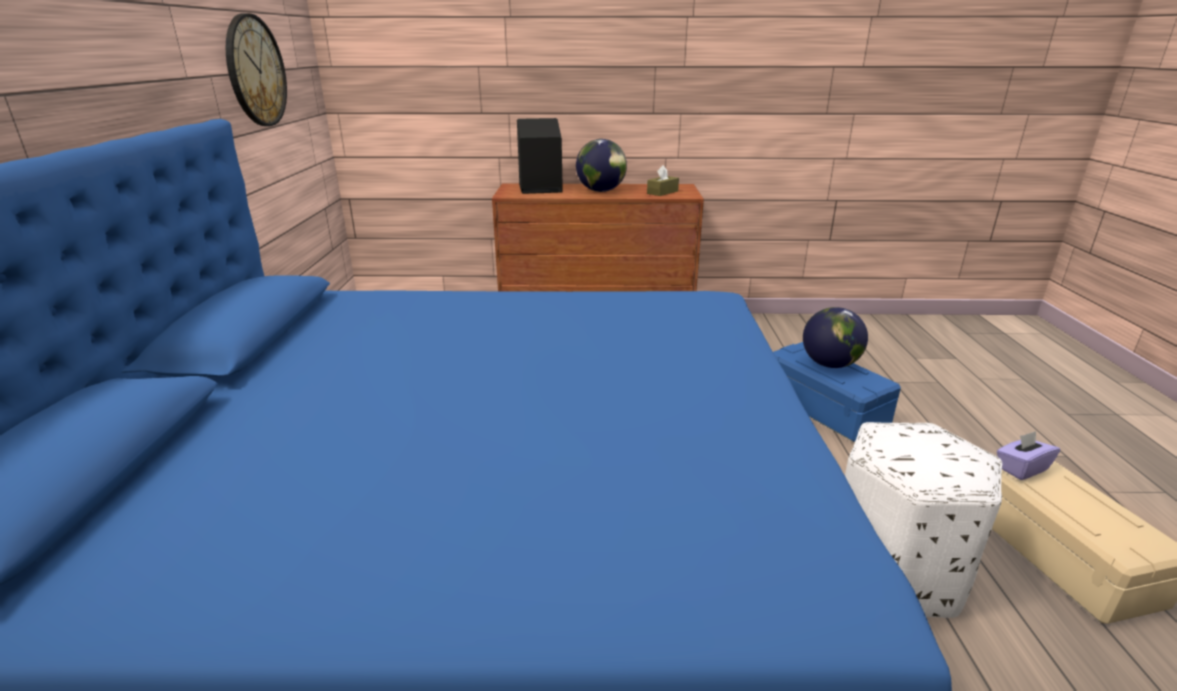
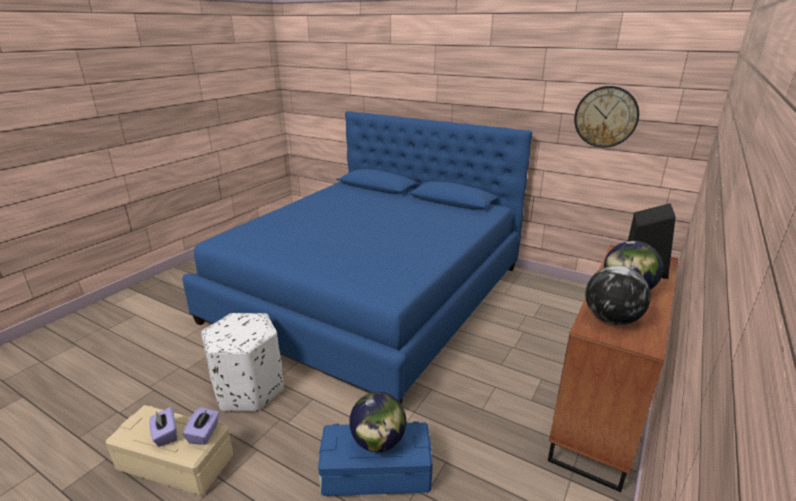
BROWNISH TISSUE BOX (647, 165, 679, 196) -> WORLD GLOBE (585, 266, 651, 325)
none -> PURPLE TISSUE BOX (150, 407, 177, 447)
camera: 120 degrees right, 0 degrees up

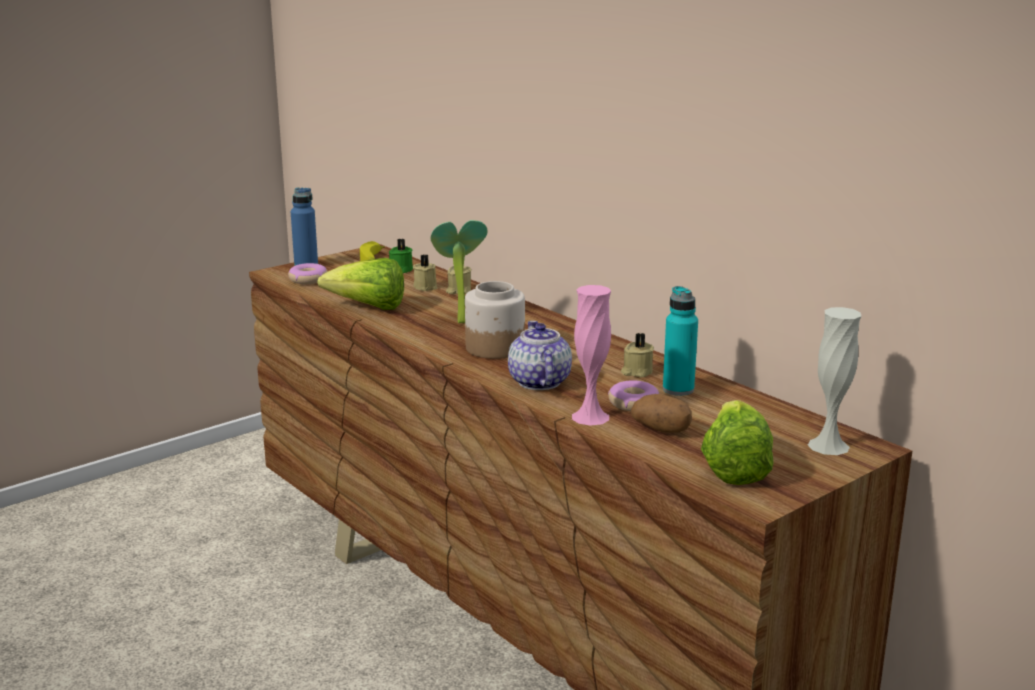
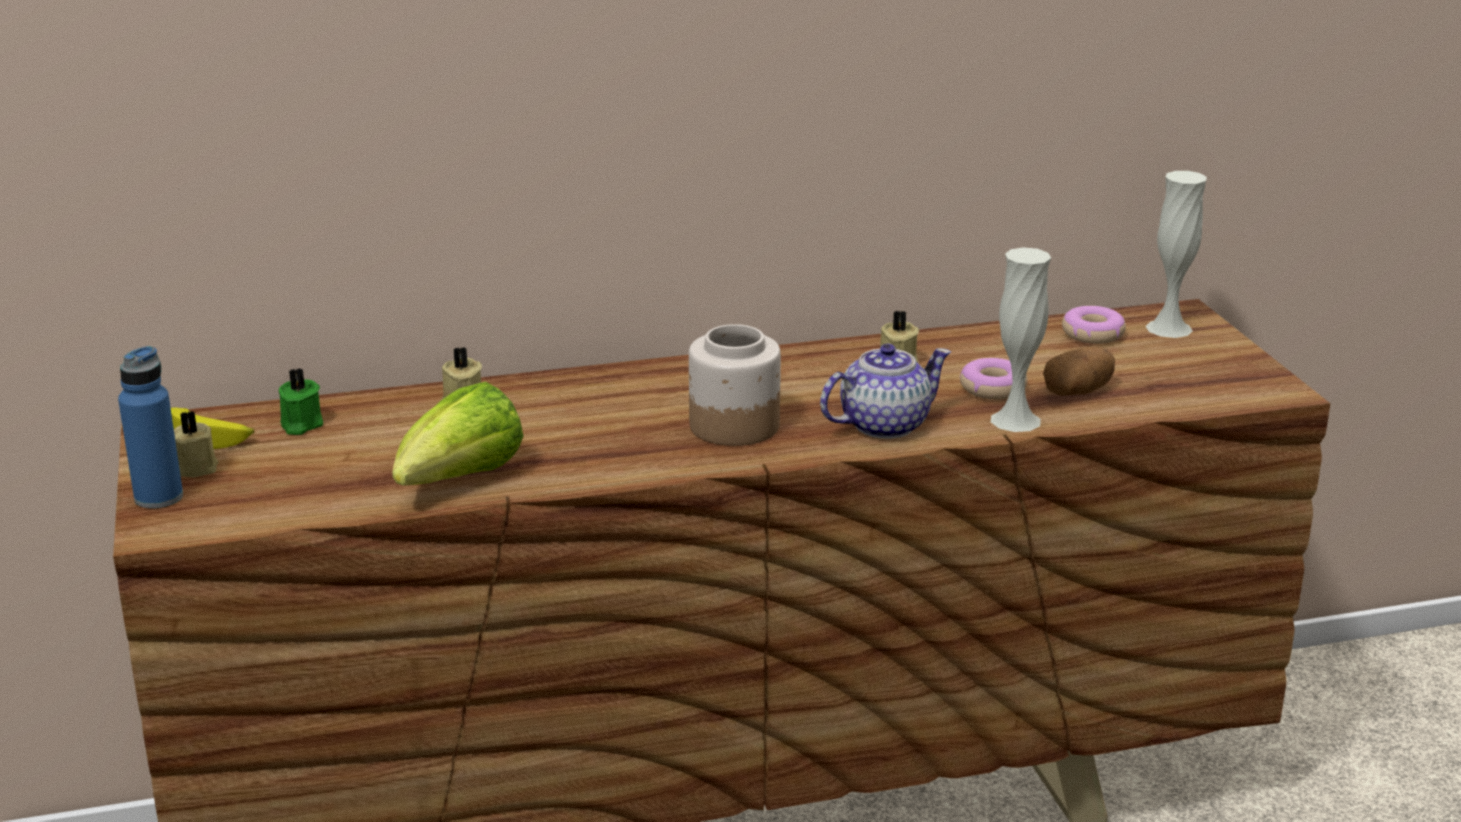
PLANT IN A POT (431, 220, 488, 323) -> none
BEIGE-COLOURED CANDLE (413, 255, 437, 291) -> BEIGE-COLOURED CANDLE (174, 411, 218, 477), moved
RING DOUGHNUT (288, 263, 328, 284) -> RING DOUGHNUT (1062, 306, 1126, 344), moved
PINKISH FLOWER VASE (572, 285, 611, 426) -> WHITISH FLOWER VASE (991, 247, 1051, 432)
TURQUOISE-COLOURED DRINK BOTTLE (663, 286, 698, 396) -> none
TEAPOT (508, 321, 572, 390) -> TEAPOT (820, 344, 951, 439), 135 degrees clockwise
HEAD OF LETTUCE (701, 400, 774, 485) -> none
camera: 65 degrees left, 5 degrees up

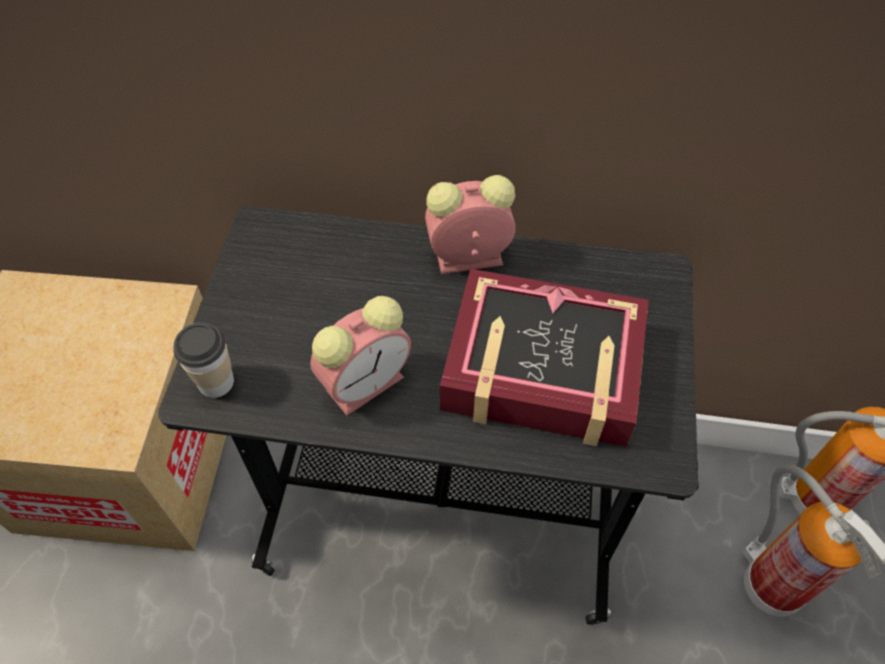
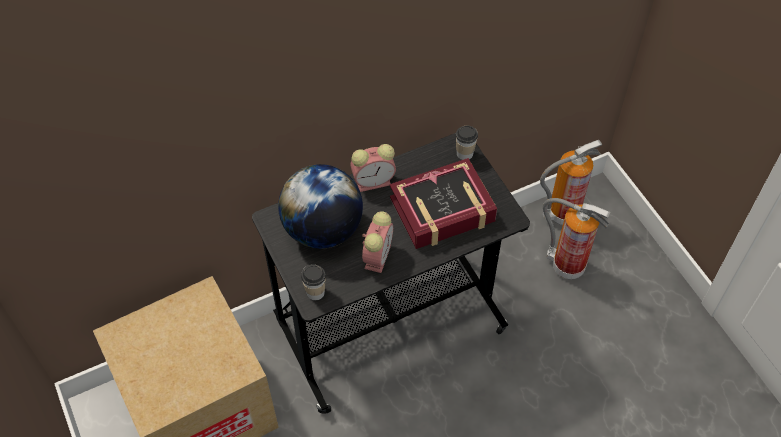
TABLE CLOCK (425, 175, 516, 274) -> TABLE CLOCK (350, 144, 396, 192), 150 degrees counterclockwise
none -> SMALL CUP (456, 126, 478, 160)
none -> WORLD GLOBE (278, 164, 363, 249)
camera: 35 degrees left, 0 degrees up

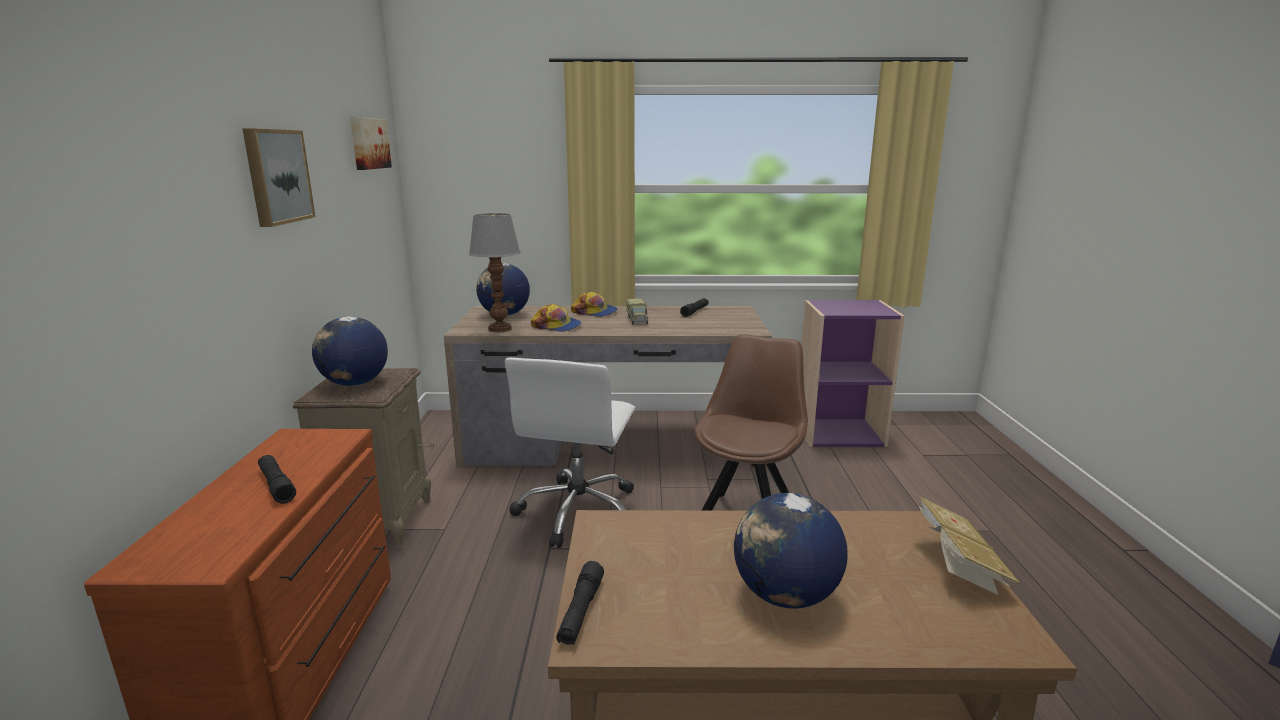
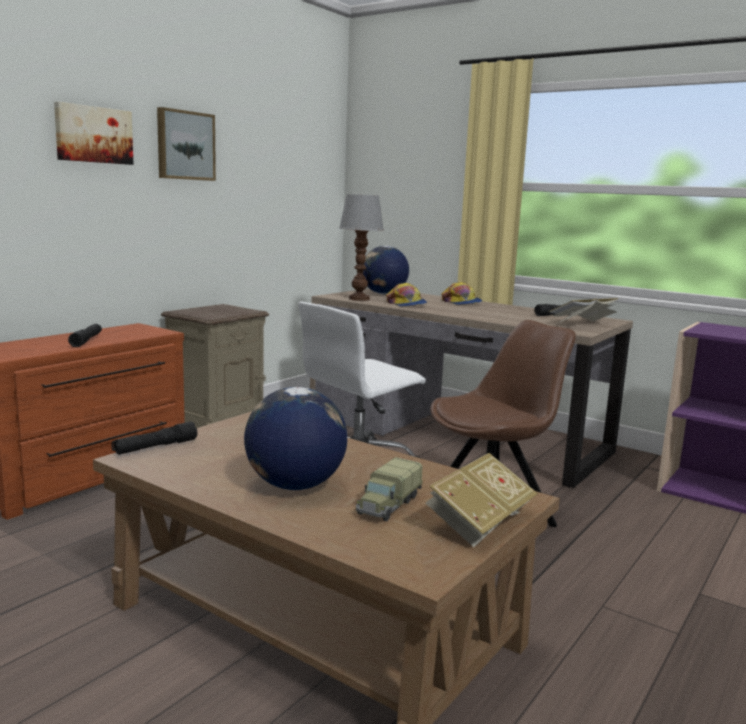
PICTURE (350, 117, 392, 170) -> PICTURE (54, 102, 134, 165), moved
TOY LORRY (626, 298, 648, 325) -> TOY LORRY (355, 457, 423, 521), moved
WORLD GLOBE (312, 316, 388, 386) -> none
none -> BOOK (548, 298, 619, 323)
camera: 35 degrees right, 5 degrees down

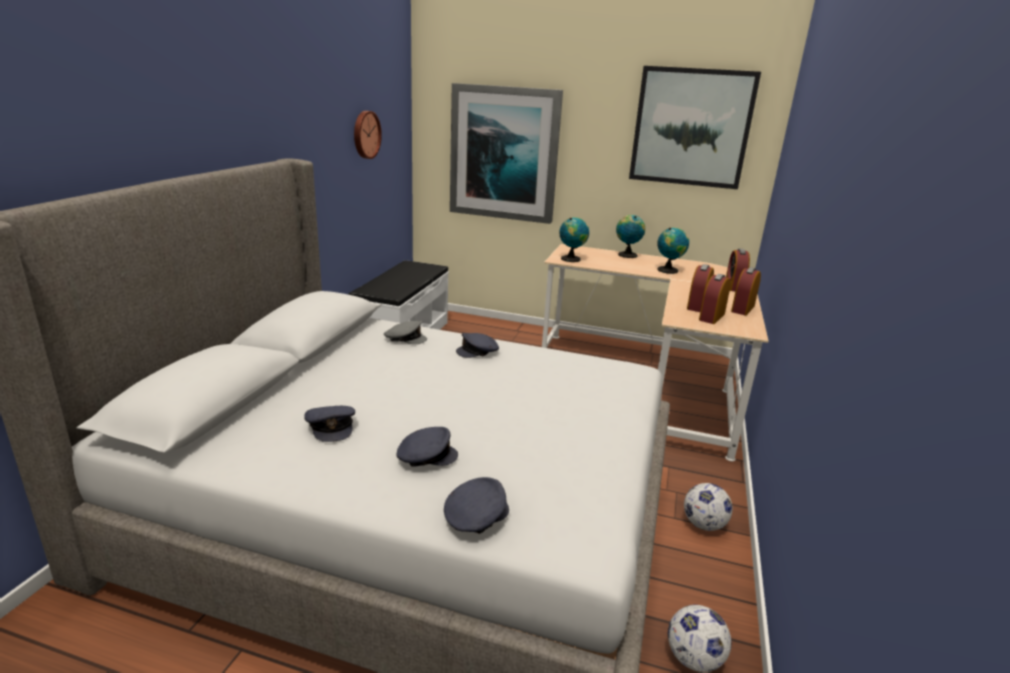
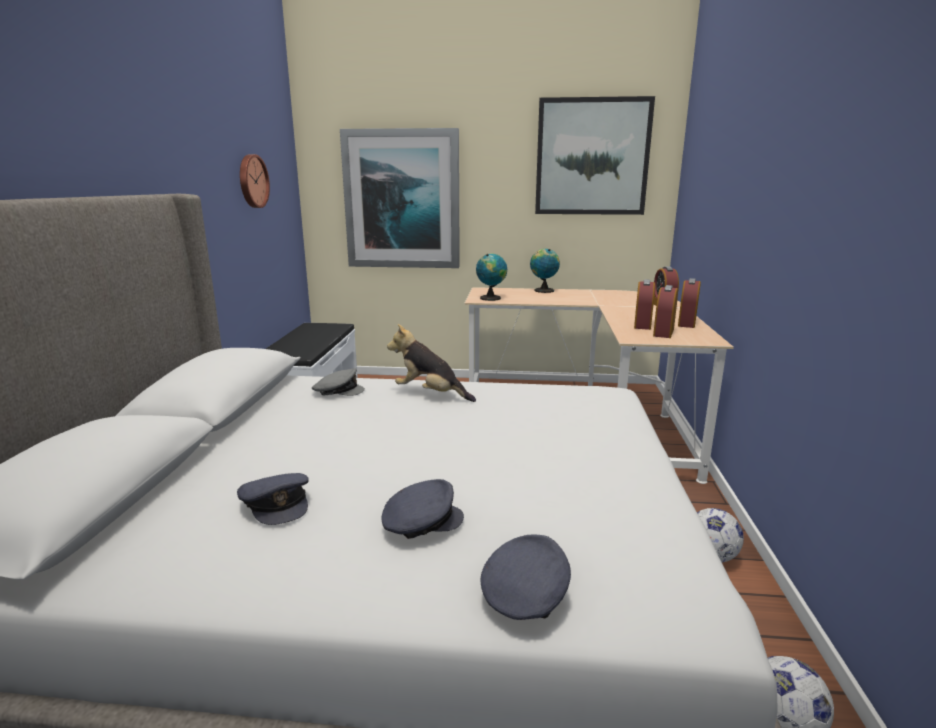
WORLD GLOBE (657, 227, 689, 274) -> none
GREYISH CAP (456, 333, 499, 358) -> SOFT TOY (387, 324, 476, 402)
camera: 10 degrees left, 5 degrees down

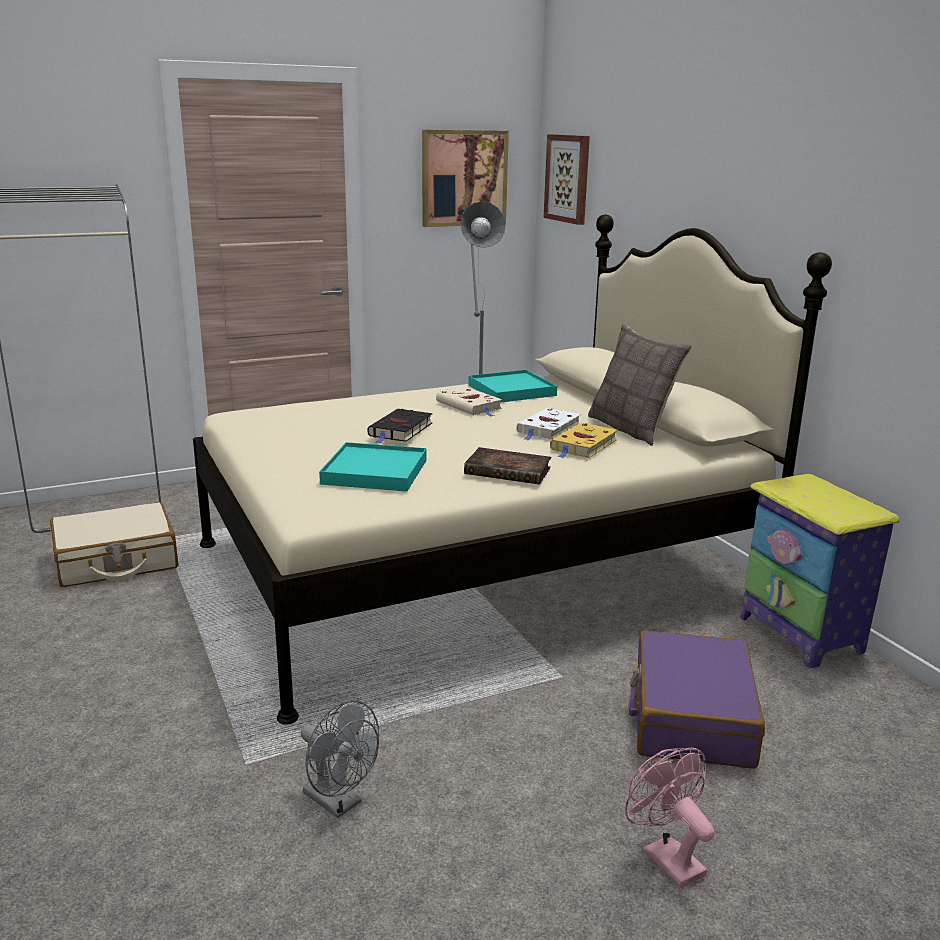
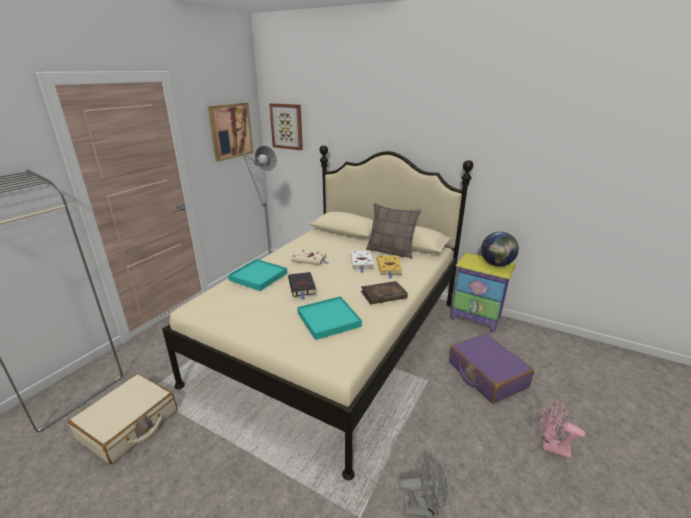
TURQUOISE-COLOURED SERVING TRAY (468, 370, 557, 403) -> TURQUOISE-COLOURED SERVING TRAY (228, 259, 287, 291), moved
none -> WORLD GLOBE (481, 232, 519, 266)
camera: 35 degrees left, 5 degrees up

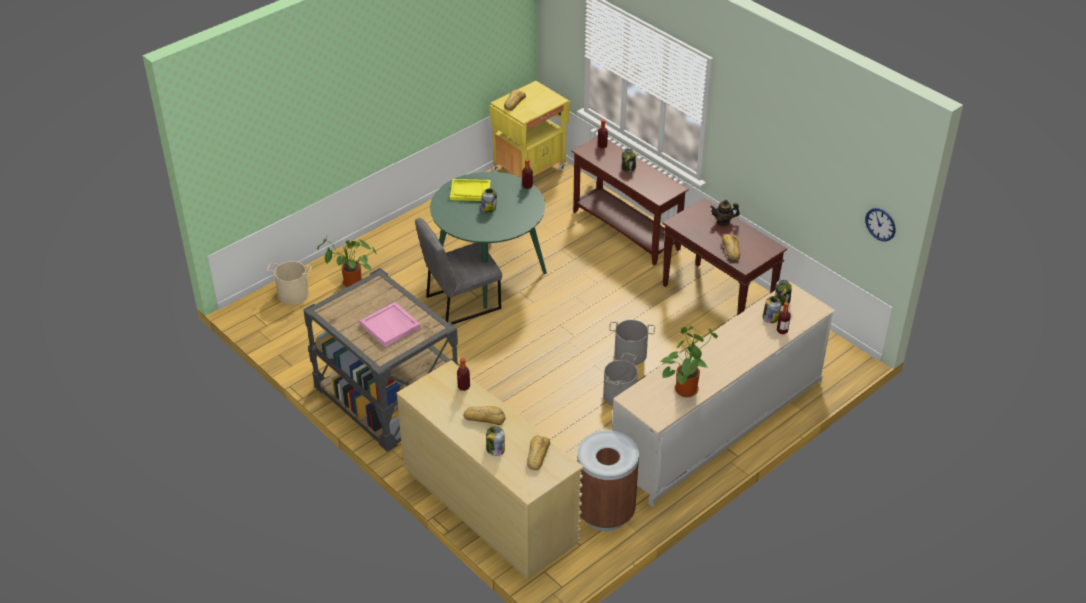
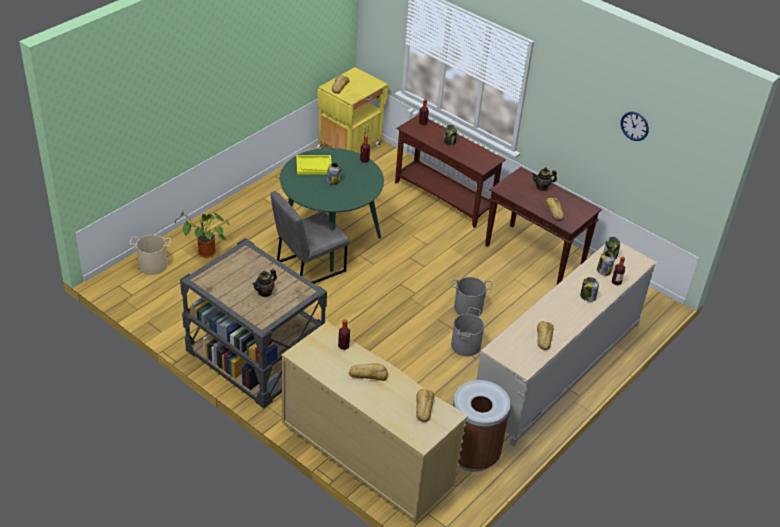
HANGING CLOCK (865, 208, 896, 241) -> HANGING CLOCK (620, 112, 649, 141), moved
PINKISH SERVING TRAY (360, 302, 421, 347) -> TEAPOT (253, 269, 277, 297)
PLANT IN A POT (660, 326, 718, 397) -> BAKERY BREAD (537, 321, 554, 350)
JAR (486, 426, 505, 456) -> JAR (580, 277, 599, 302), moved
camera: 10 degrees left, 0 degrees up

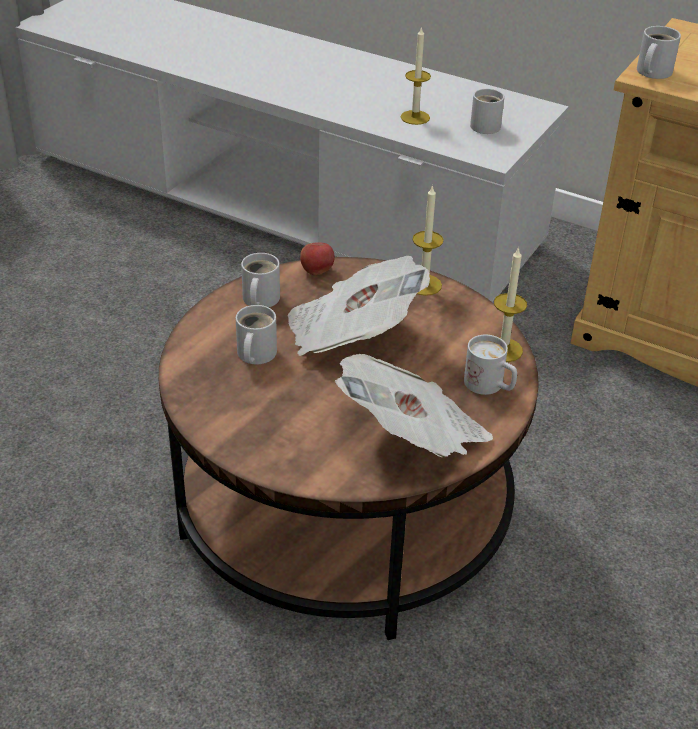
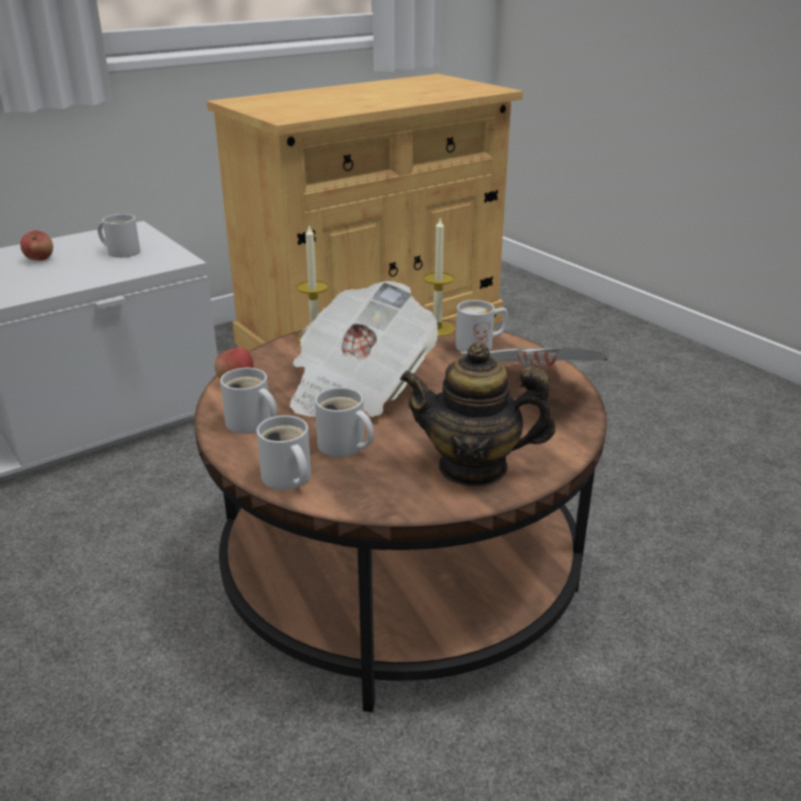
CANDLE (401, 26, 431, 125) -> none
WHITISH MUG (637, 26, 681, 79) -> WHITISH MUG (256, 415, 311, 490), moved
none -> WHOLE APPLE (20, 231, 53, 261)
none -> TEAPOT (400, 342, 555, 487)
camera: 65 degrees left, 10 degrees down

